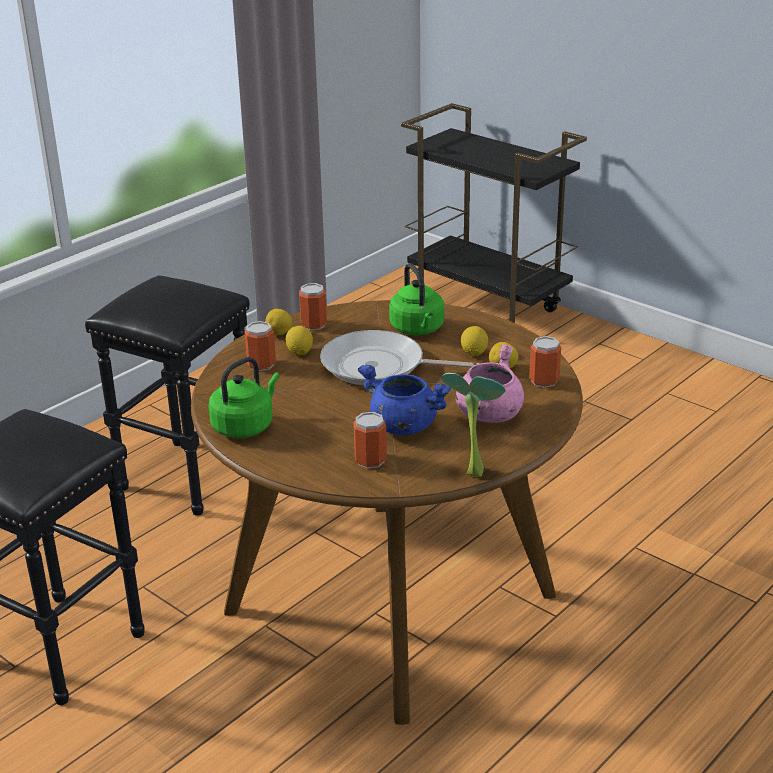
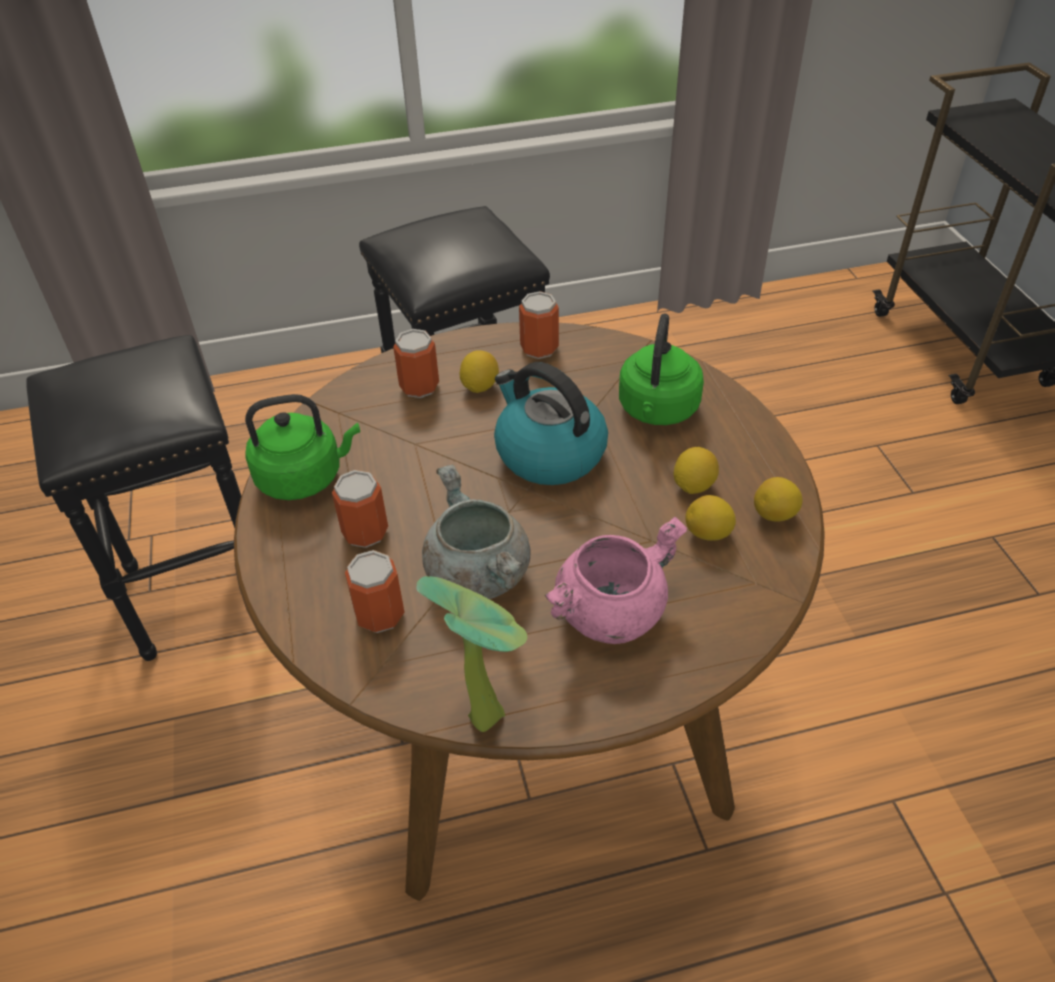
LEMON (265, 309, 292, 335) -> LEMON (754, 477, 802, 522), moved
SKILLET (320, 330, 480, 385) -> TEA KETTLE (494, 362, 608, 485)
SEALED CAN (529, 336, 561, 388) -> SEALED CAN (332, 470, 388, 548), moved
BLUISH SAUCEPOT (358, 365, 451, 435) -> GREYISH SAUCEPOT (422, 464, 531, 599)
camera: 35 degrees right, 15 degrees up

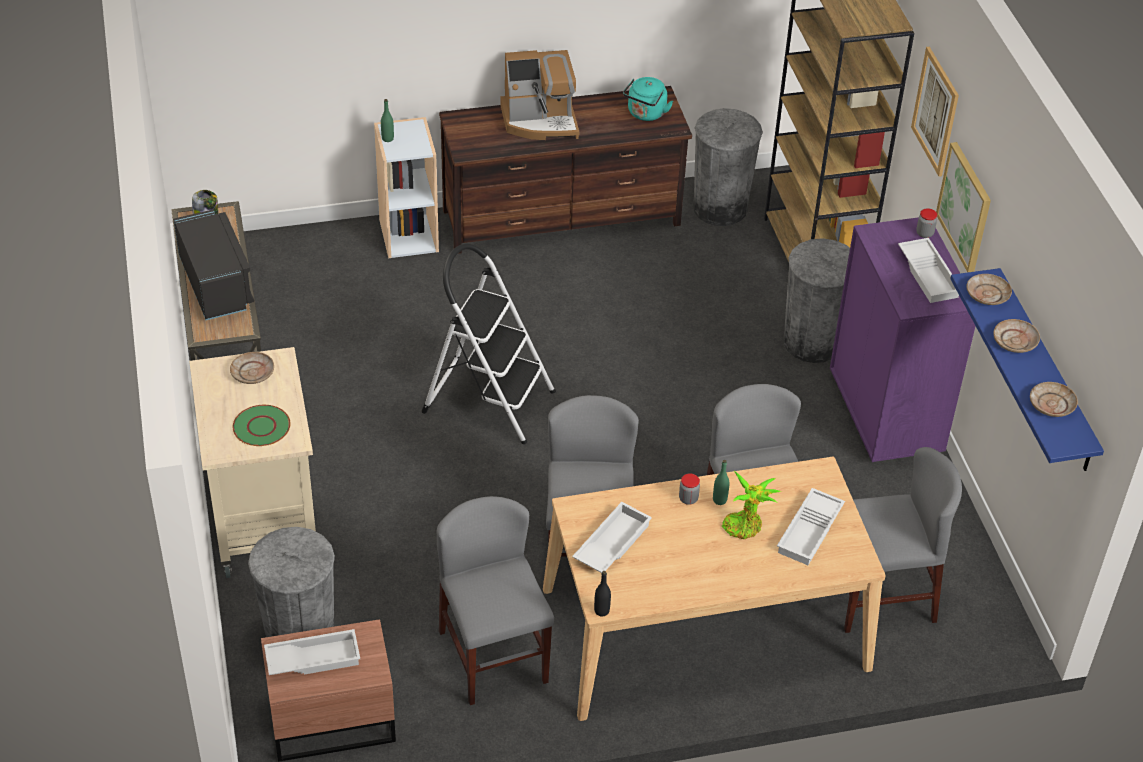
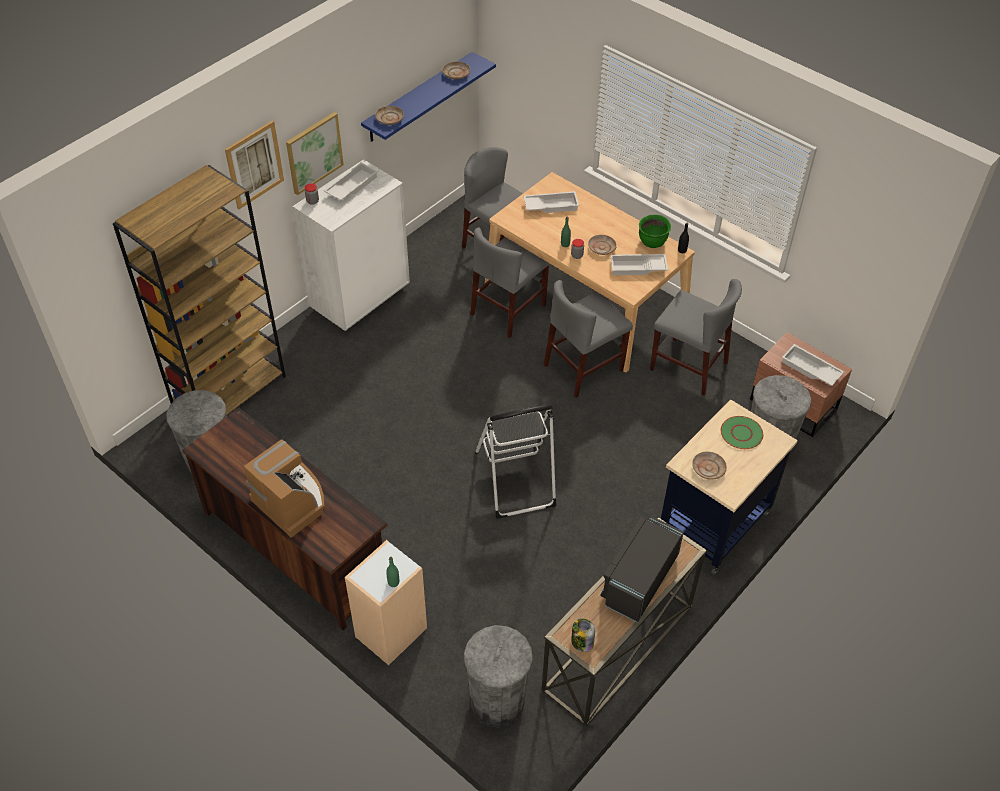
TURQUOISE-COLOURED TEA KETTLE (623, 77, 673, 121) -> none
PURPLE CUPBOARD (830, 217, 975, 462) -> WHITISH CUPBOARD (293, 159, 410, 331)
GREYISH WASTE BIN (783, 238, 850, 363) -> GREYISH WASTE BIN (464, 625, 533, 727), moved
BEIGE-COLOURED PLATE (993, 319, 1040, 353) -> BEIGE-COLOURED PLATE (588, 235, 617, 255), moved
BEIGE-COLOURED CART (189, 347, 316, 578) -> BLUISH CART (661, 399, 798, 574)
PLANT IN A POT (722, 470, 781, 539) -> none
GREYISH UPRIGHT CHAIR (437, 496, 554, 705) -> GREYISH UPRIGHT CHAIR (650, 279, 742, 396), 90 degrees counterclockwise
none -> GREEN SAUCEPOT (639, 215, 671, 248)
camera: 125 degrees left, 5 degrees up

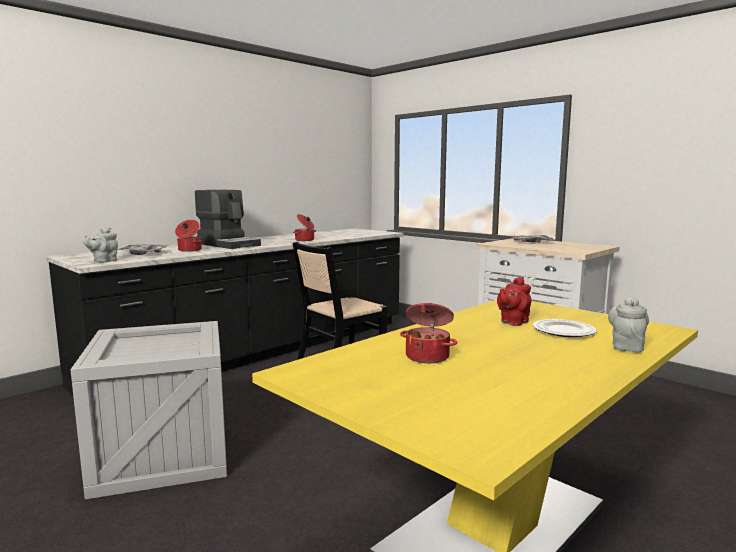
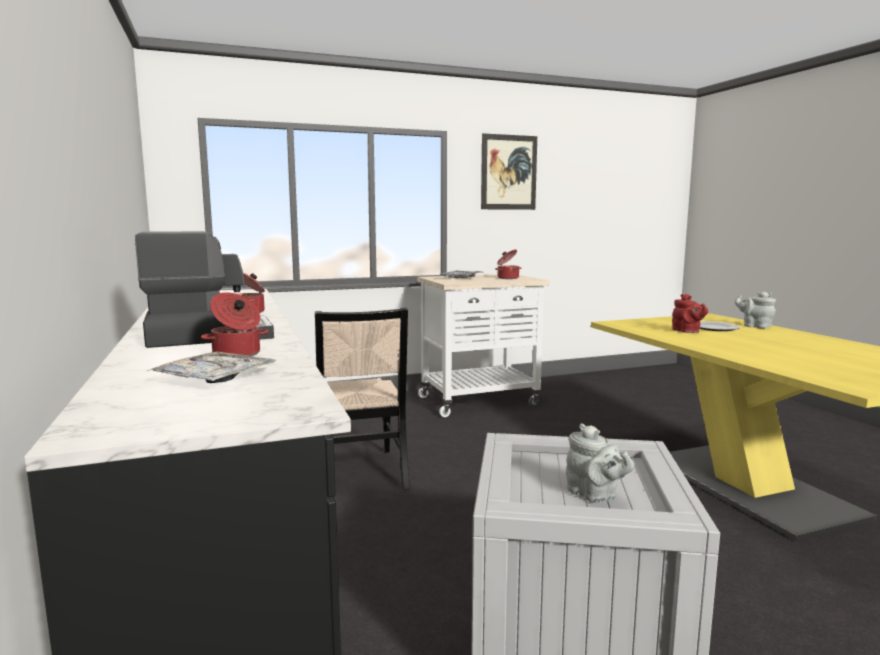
GREYISH TEAPOT (83, 228, 118, 263) -> GREYISH TEAPOT (566, 423, 634, 503), moved
SAUCEPOT (400, 303, 457, 363) -> SAUCEPOT (495, 249, 522, 279), moved
none -> PICTURE (481, 133, 537, 210)
camera: 65 degrees left, 0 degrees up

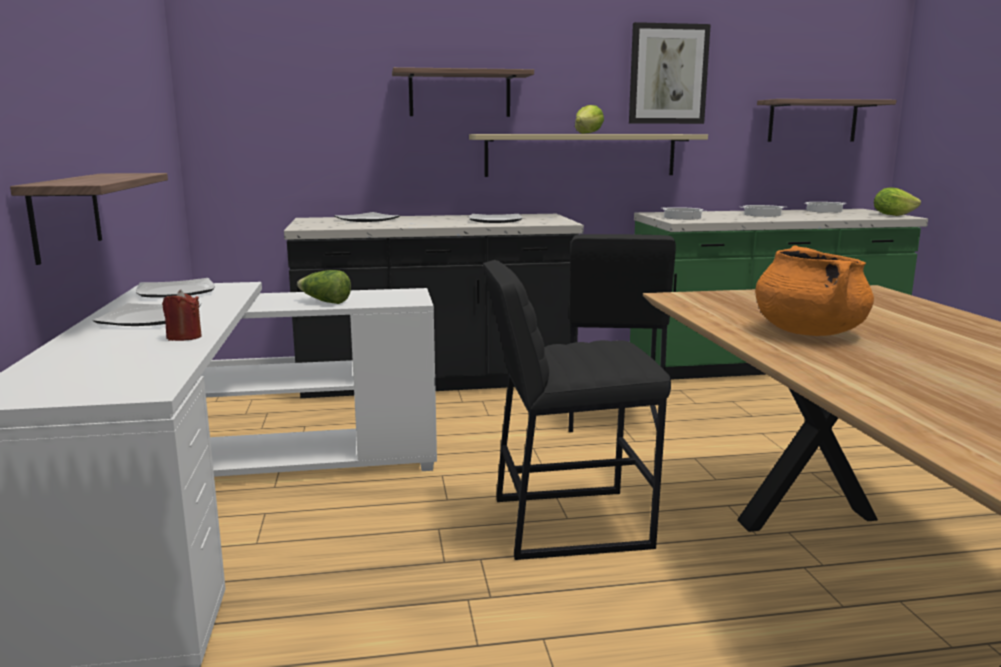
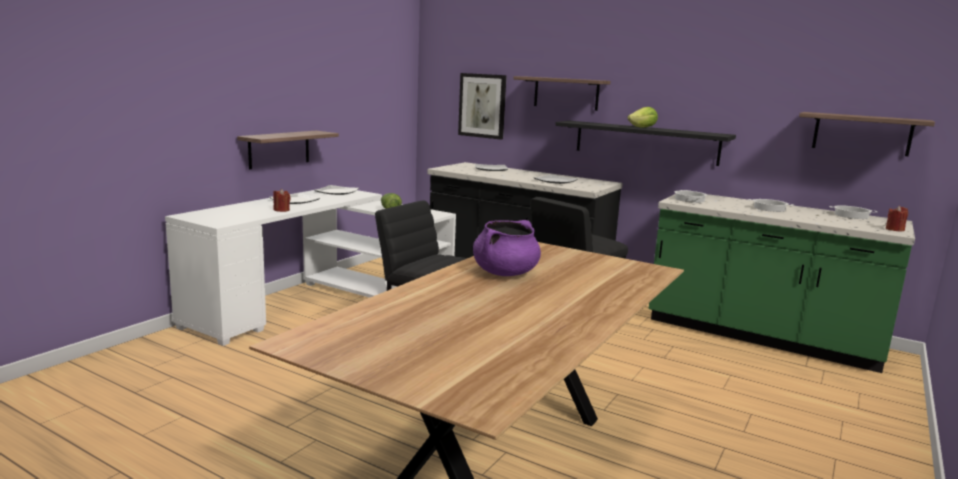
PICTURE (629, 22, 711, 124) -> PICTURE (458, 73, 507, 140), moved
BEIGE-COLOURED WALL SHELF (469, 134, 708, 177) -> BLACKISH WALL SHELF (555, 121, 736, 166)
HEAD OF LETTUCE (874, 187, 921, 216) -> RED CANDLE (886, 206, 908, 232)
ORANGEY SAUCEPOT (755, 245, 874, 336) -> PURPLE SAUCEPOT (473, 220, 541, 276)
camera: 40 degrees right, 0 degrees up

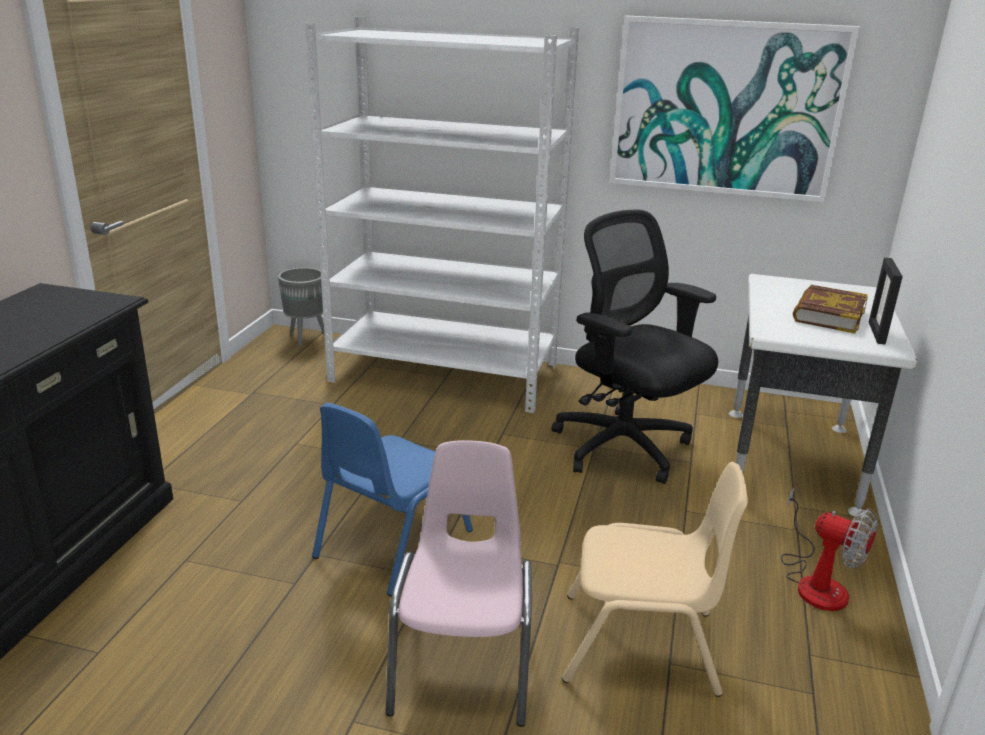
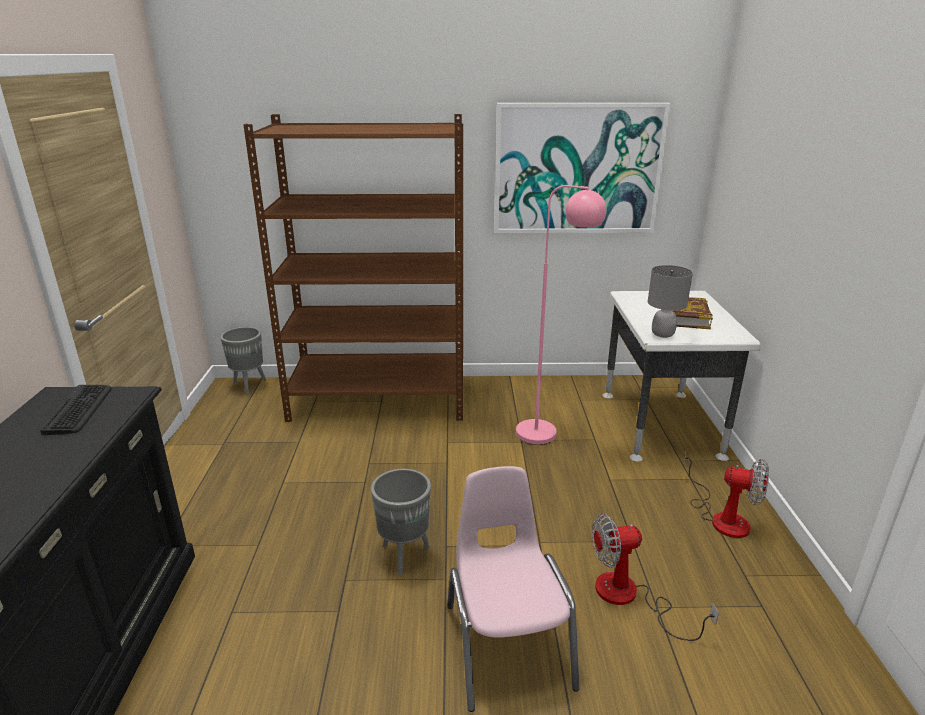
WHITISH BOOKSHELF (305, 17, 579, 413) -> BROWNISH BOOKSHELF (243, 114, 463, 422)
BLACKISH DESK CHAIR (551, 210, 718, 484) -> PINKISH STANDARD LAMP (516, 185, 606, 445)
PICTURE FRAME (869, 257, 903, 345) -> none
BLUISH UPRIGHT CHAIR (312, 403, 473, 596) -> GREYISH PLANT POT (371, 469, 431, 575)
BEIGE-COLOURED UPRIGHT CHAIR (562, 462, 748, 697) -> ELECTRIC FAN (592, 513, 719, 641)
none -> GREYISH TABLE LAMP (648, 265, 693, 338)
none -> PC KEYBOARD (40, 385, 112, 435)
camera: 15 degrees left, 0 degrees up

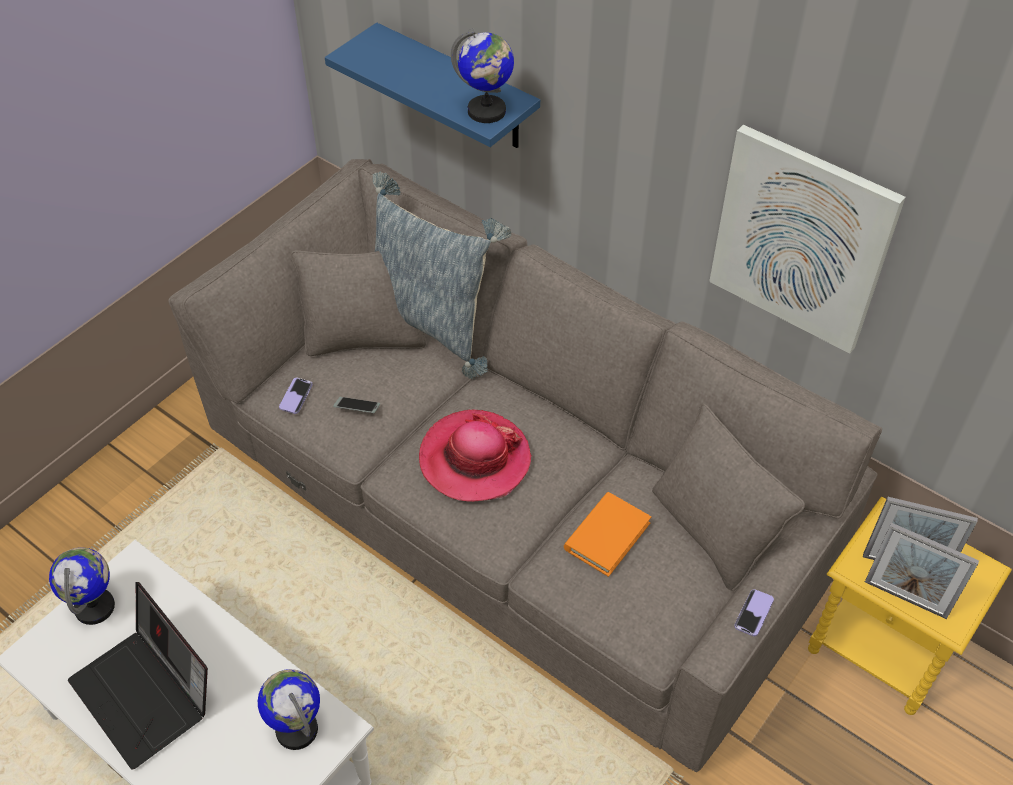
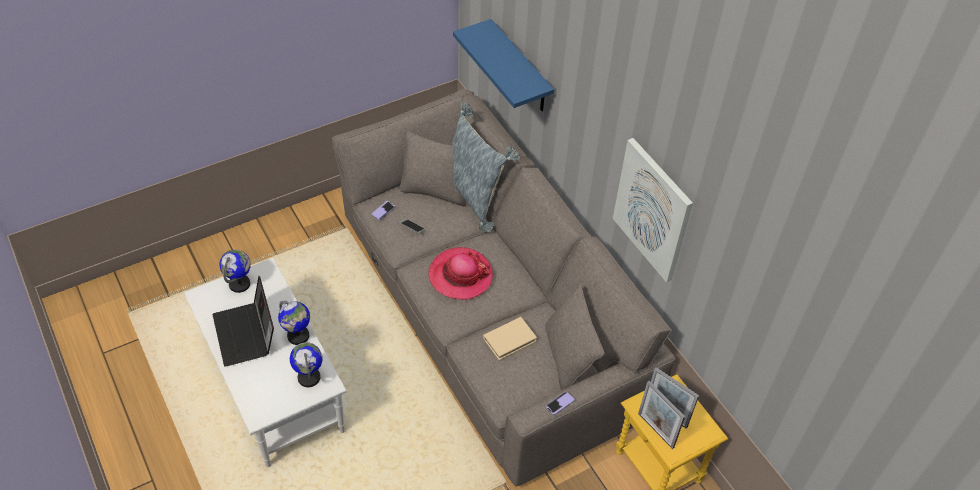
WORLD GLOBE (451, 28, 514, 123) -> WORLD GLOBE (278, 301, 310, 345), moved
ORANGEY BOOK (564, 492, 651, 577) -> BEIGE-COLOURED BOOK (483, 317, 537, 360)
camera: 20 degrees right, 0 degrees up

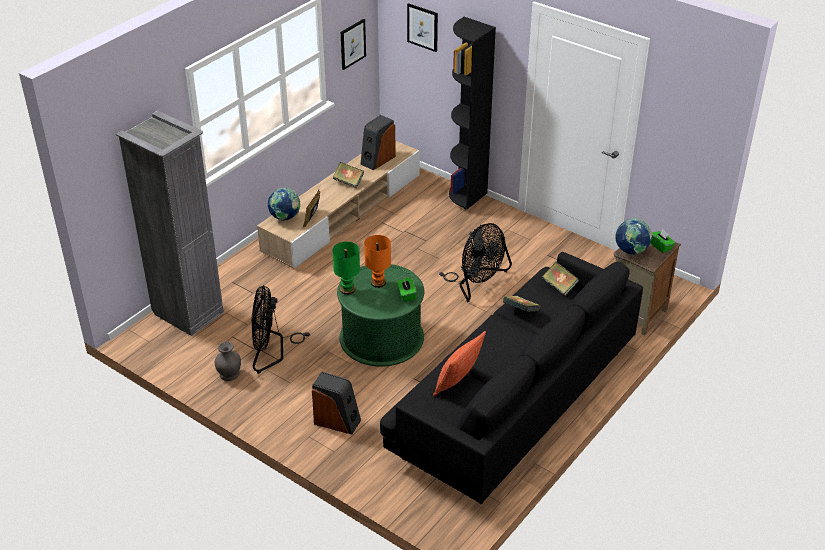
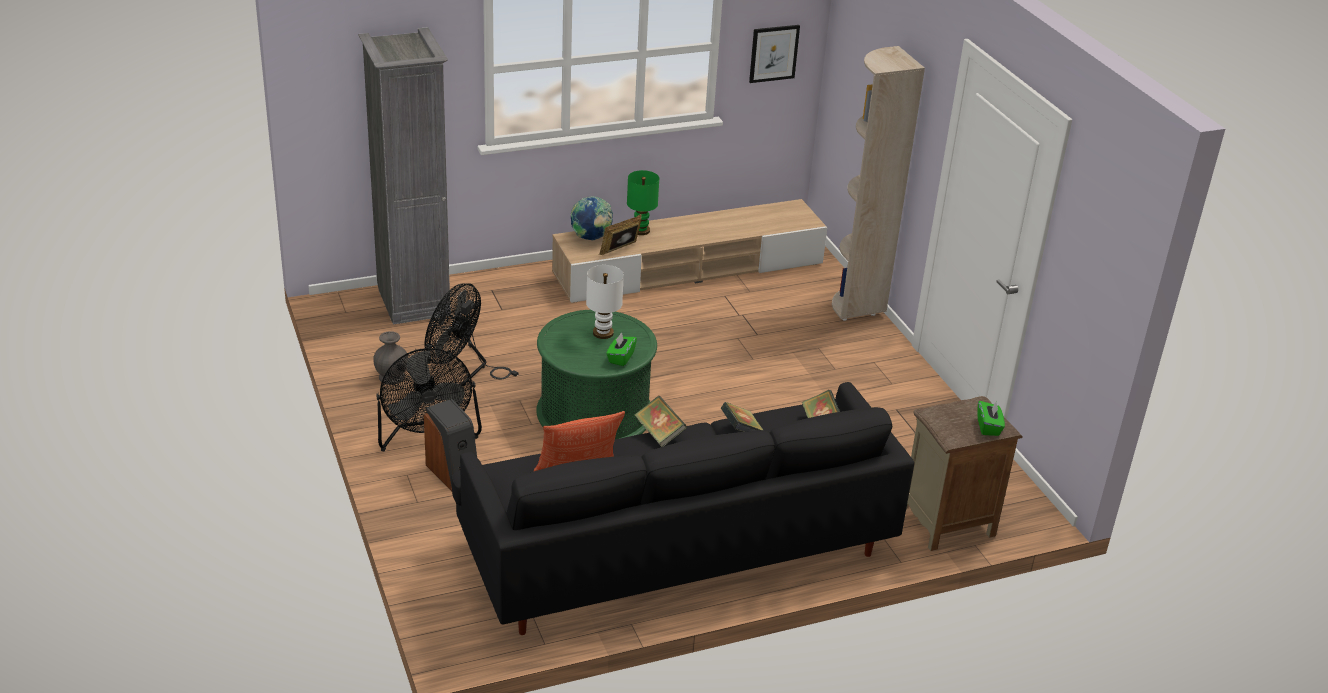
PICTURE (407, 3, 438, 52) -> none
BLACKISH BOOKSHELF (449, 17, 496, 209) -> BEIGE-COLOURED BOOKSHELF (832, 46, 925, 321)
SPEAKER (360, 115, 396, 170) -> none
BOOK (333, 162, 364, 188) -> BOOK (635, 396, 687, 447), moved
WORLD GLOBE (615, 218, 652, 255) -> none
BLACKISH ELECTRIC FAN (439, 223, 512, 302) -> BLACKISH ELECTRIC FAN (376, 347, 482, 452), moved
ORANGEY TABLE LAMP (364, 235, 391, 288) -> WHITISH TABLE LAMP (586, 265, 624, 339)
GREEN TABLE LAMP (332, 242, 360, 295) -> GREEN TABLE LAMP (627, 170, 659, 235), moved
camera: 30 degrees right, 5 degrees down

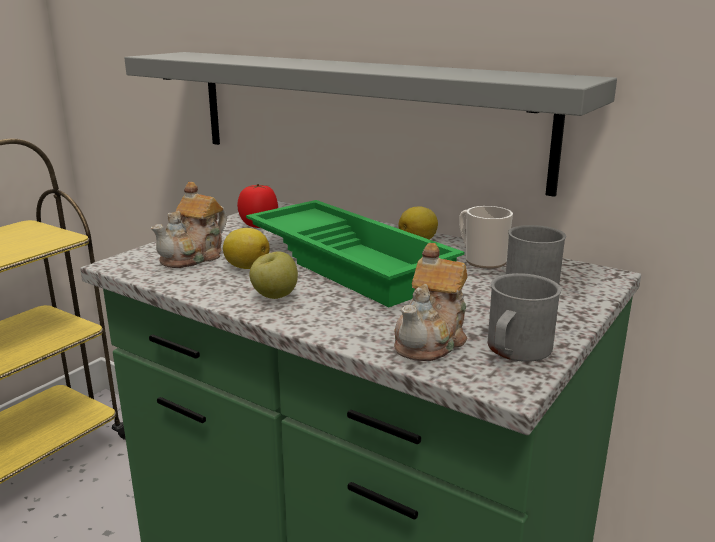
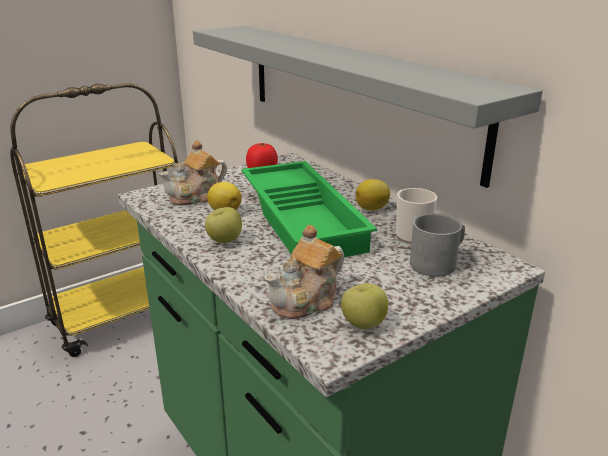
GREYISH MUG (488, 273, 561, 362) -> WHOLE APPLE (341, 283, 388, 329)
camera: 20 degrees right, 5 degrees up

